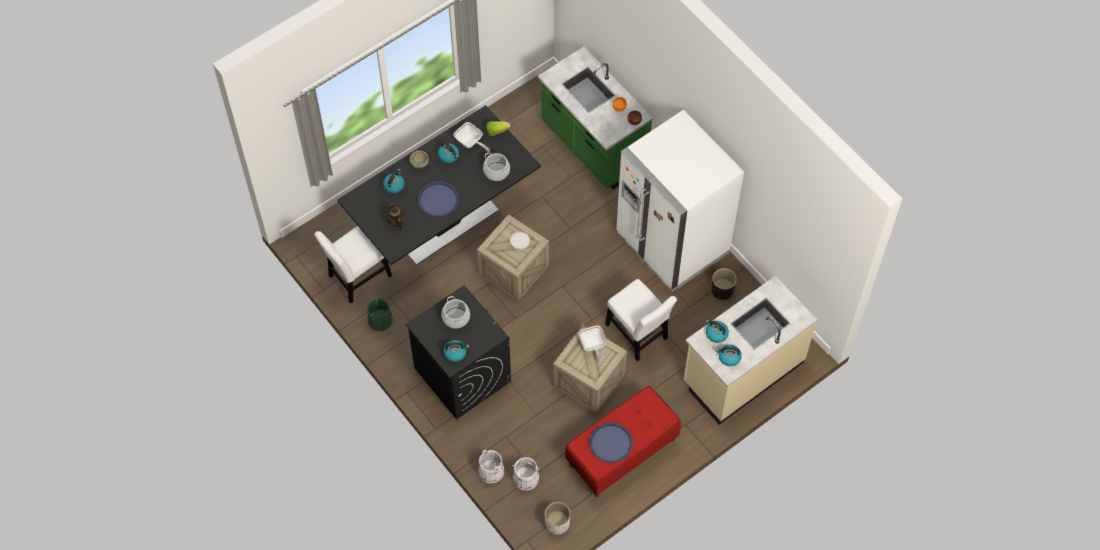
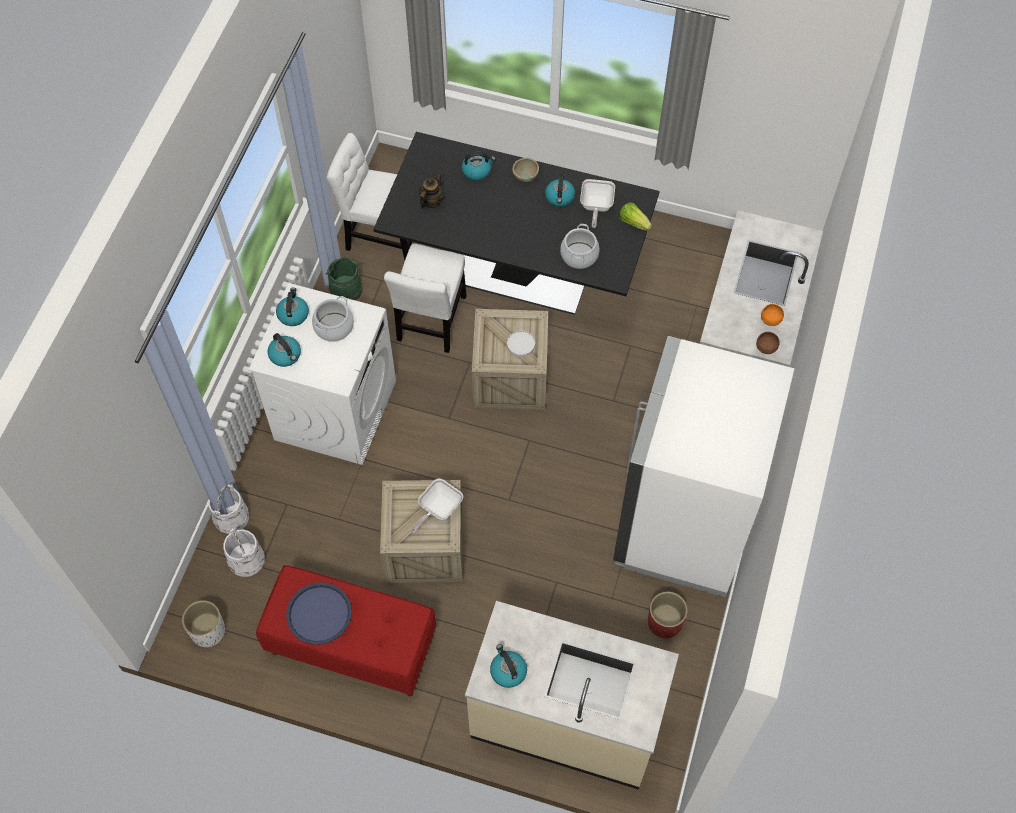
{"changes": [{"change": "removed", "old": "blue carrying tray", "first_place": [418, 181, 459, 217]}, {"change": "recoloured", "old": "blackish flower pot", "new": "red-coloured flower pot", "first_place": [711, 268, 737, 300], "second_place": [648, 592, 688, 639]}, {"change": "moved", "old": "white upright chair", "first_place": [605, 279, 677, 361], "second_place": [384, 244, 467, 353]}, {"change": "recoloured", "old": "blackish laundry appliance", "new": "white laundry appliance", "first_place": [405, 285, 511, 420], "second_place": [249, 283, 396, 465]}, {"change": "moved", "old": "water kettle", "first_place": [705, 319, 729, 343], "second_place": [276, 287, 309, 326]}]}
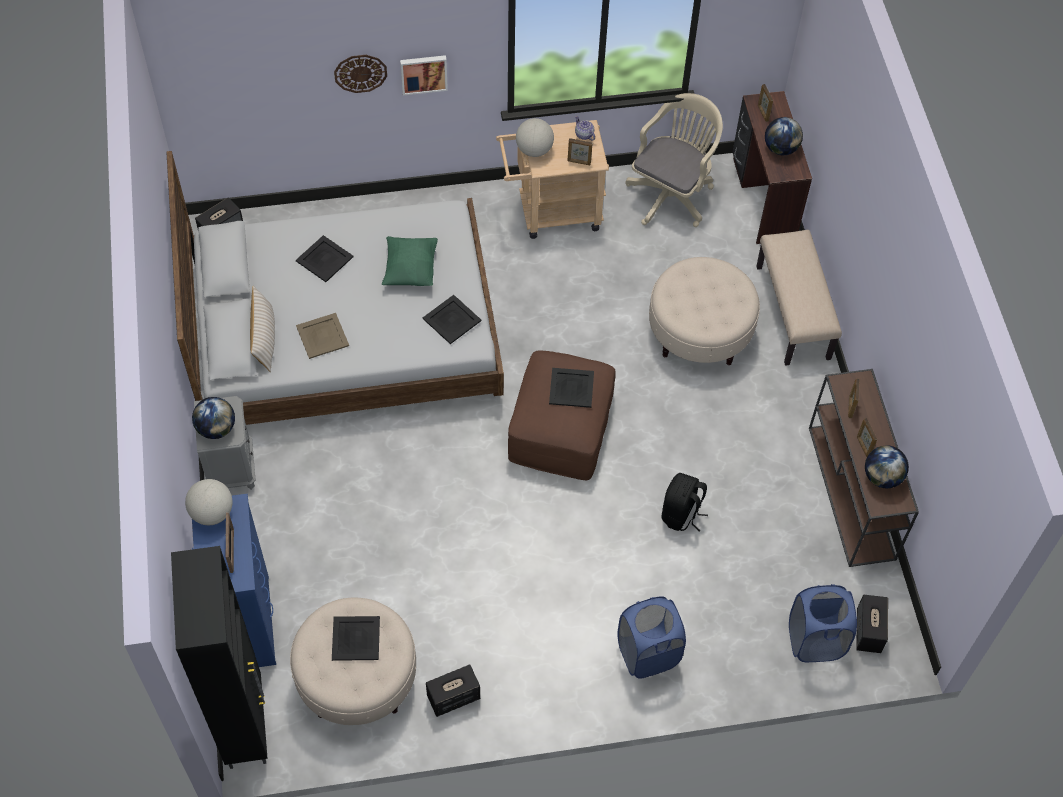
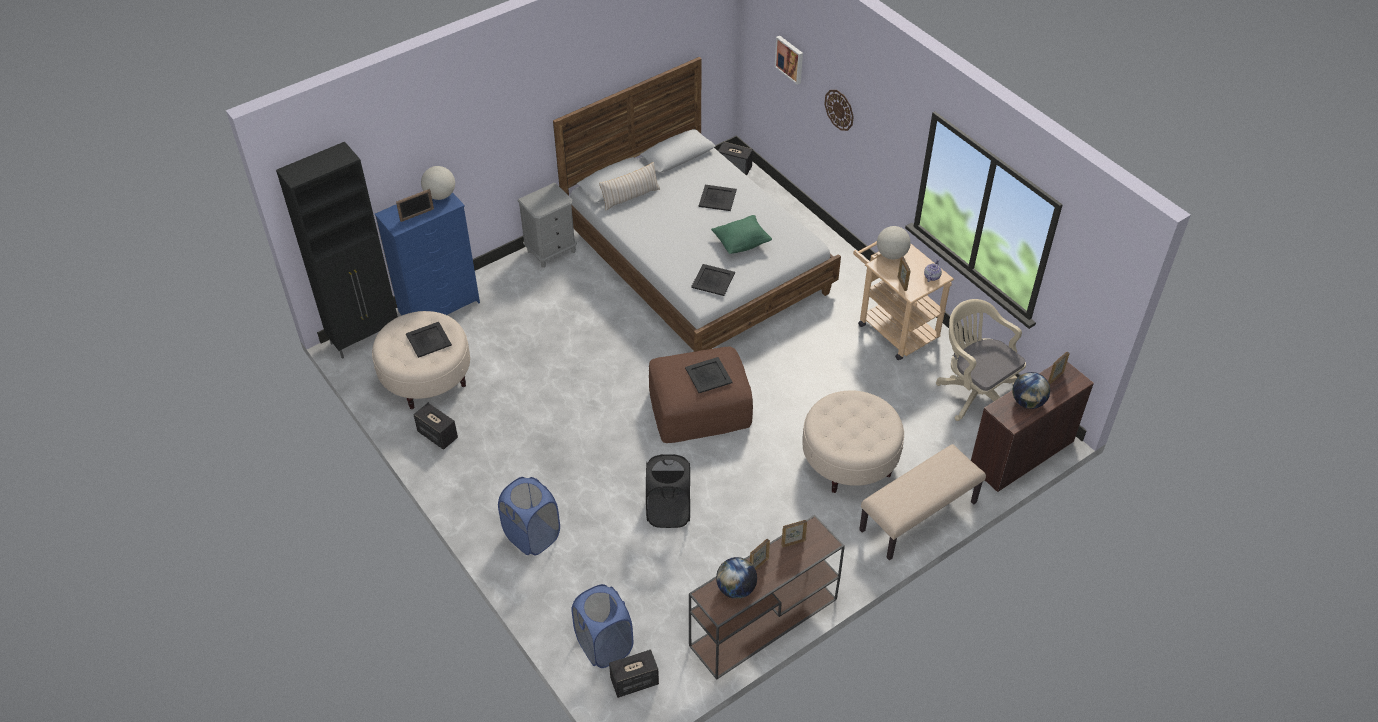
{"changes": [{"change": "moved", "old": "picture", "first_place": [400, 55, 448, 95], "second_place": [775, 36, 803, 85]}, {"change": "turned", "old": "beige-coloured office chair", "first_place": [625, 93, 723, 227], "second_place": [936, 299, 1026, 421], "degrees": -135}, {"change": "removed", "old": "beige-coloured carrying tray", "first_place": [296, 313, 349, 359]}, {"change": "removed", "old": "globe", "first_place": [192, 397, 235, 439]}, {"change": "replaced", "old": "blackish backpack", "new": "blackish laundry basket", "first_place": [662, 473, 708, 532], "second_place": [646, 454, 690, 528]}]}
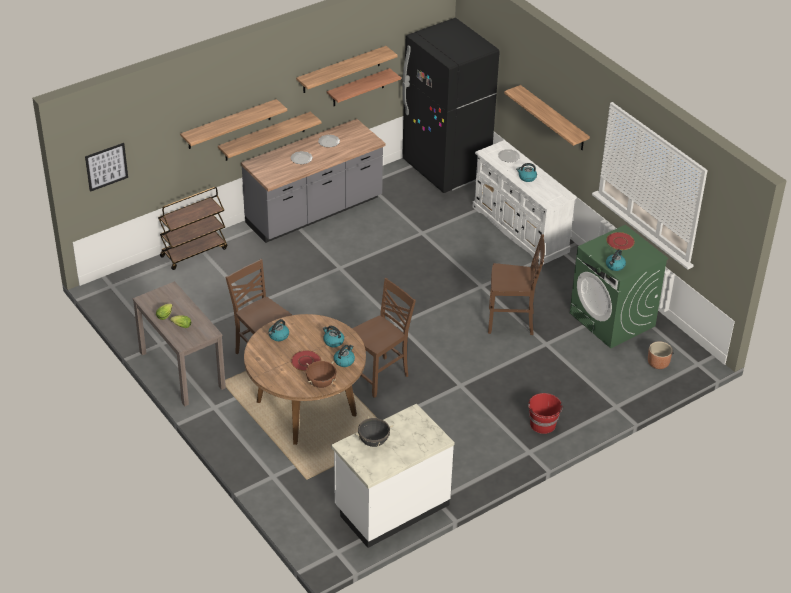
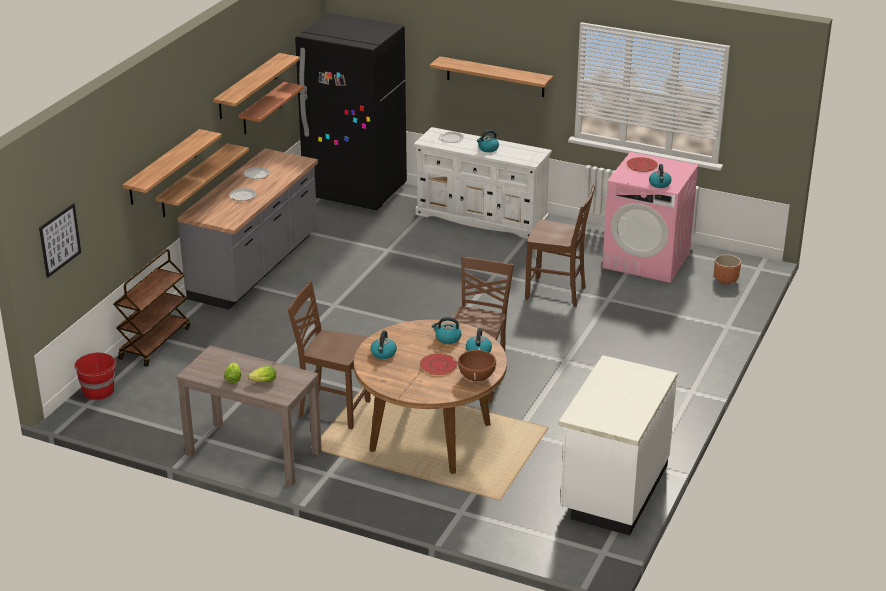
{"changes": [{"change": "recoloured", "old": "green-coloured laundry appliance", "new": "pinkish laundry appliance", "first_place": [570, 225, 669, 348], "second_place": [602, 152, 699, 283]}, {"change": "turned", "old": "brownish upright chair", "first_place": [488, 234, 545, 335], "second_place": [525, 185, 595, 307], "degrees": 45}, {"change": "moved", "old": "red-coloured pail", "first_place": [528, 393, 563, 434], "second_place": [75, 353, 116, 400]}, {"change": "removed", "old": "blackish saucepot", "first_place": [355, 416, 393, 447]}]}
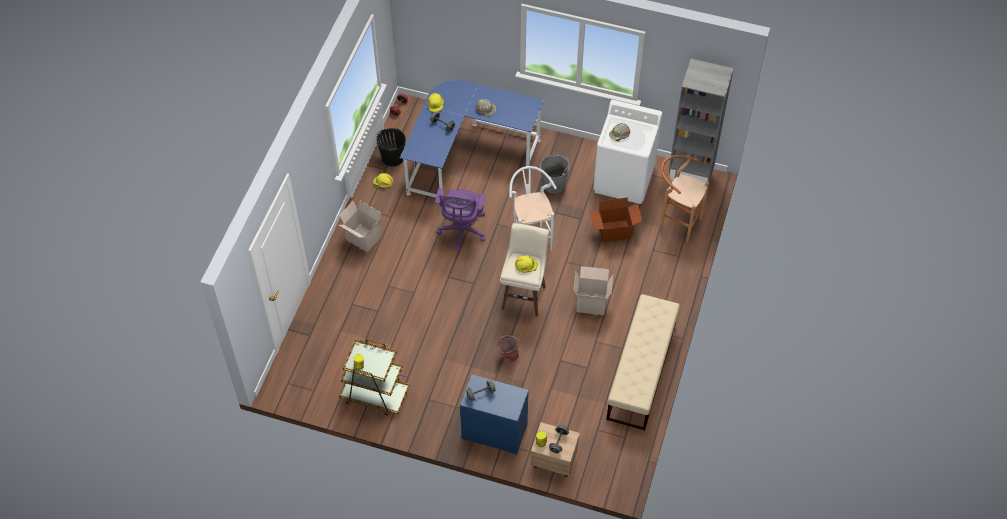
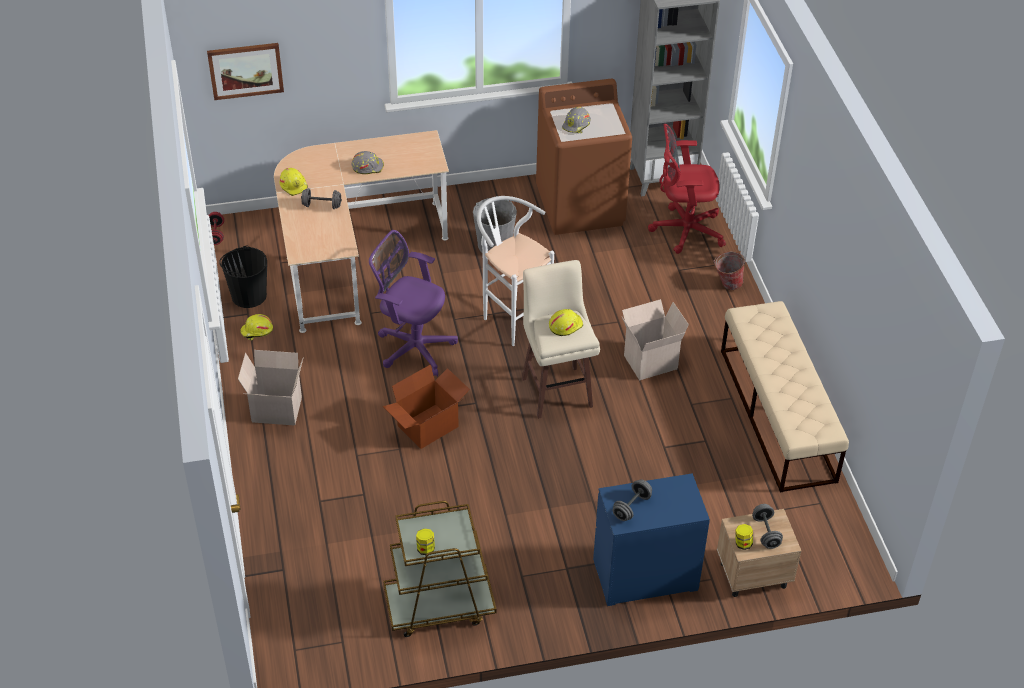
{"changes": [{"change": "recoloured", "old": "blue desk table", "new": "beige-coloured desk table", "first_place": [400, 80, 543, 198], "second_place": [274, 130, 449, 333]}, {"change": "recoloured", "old": "white laundry appliance", "new": "brownish laundry appliance", "first_place": [593, 100, 662, 204], "second_place": [536, 79, 632, 235]}, {"change": "replaced", "old": "brownish stool seat", "new": "red-coloured office chair", "first_place": [660, 155, 709, 243], "second_place": [648, 124, 726, 254]}, {"change": "turned", "old": "purple office chair", "first_place": [435, 188, 485, 251], "second_place": [369, 230, 458, 377], "degrees": 135}, {"change": "moved", "old": "cardboard box", "first_place": [590, 197, 643, 243], "second_place": [383, 364, 470, 449]}, {"change": "moved", "old": "pail", "first_place": [497, 335, 519, 362], "second_place": [713, 251, 746, 290]}, {"change": "added", "new": "picture", "second_place": [207, 43, 284, 100]}]}
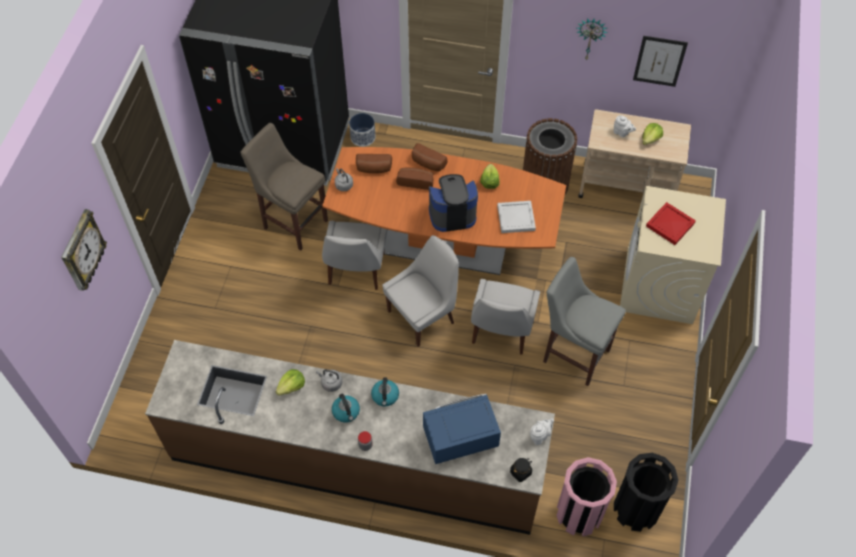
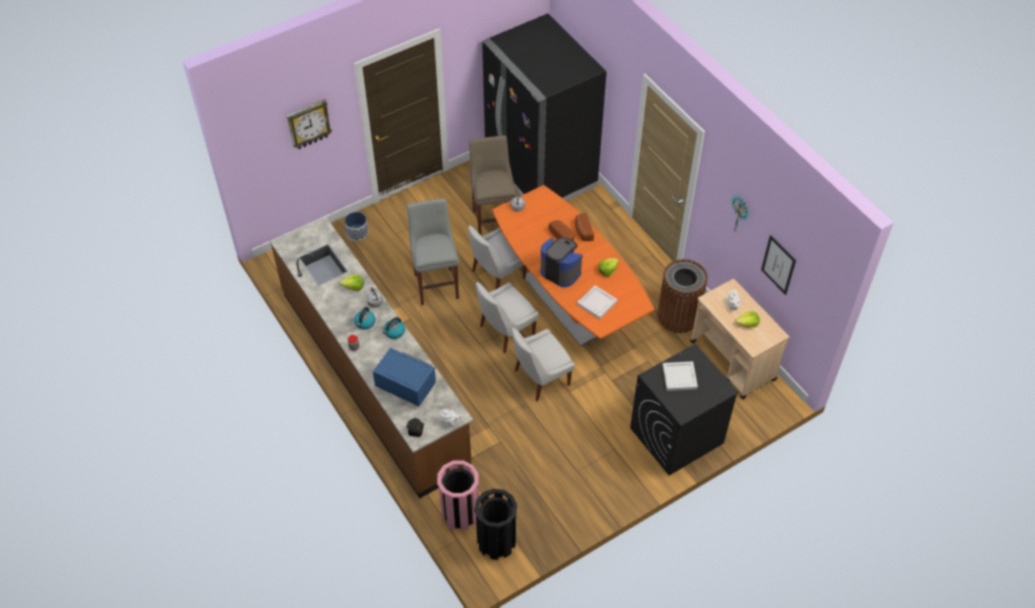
{"changes": [{"change": "moved", "old": "flower pot", "first_place": [349, 113, 376, 147], "second_place": [345, 212, 368, 241]}, {"change": "removed", "old": "baked bread", "first_place": [356, 154, 392, 173]}, {"change": "recoloured", "old": "beige-coloured laundry appliance", "new": "blackish laundry appliance", "first_place": [620, 186, 726, 324], "second_place": [630, 344, 739, 476]}, {"change": "recoloured", "old": "red-coloured carrying tray", "new": "white carrying tray", "first_place": [646, 202, 696, 245], "second_place": [662, 361, 698, 391]}, {"change": "turned", "old": "white upright chair", "first_place": [383, 235, 459, 347], "second_place": [476, 282, 539, 353], "degrees": 135}, {"change": "moved", "old": "gray stool seat", "first_place": [543, 257, 626, 386], "second_place": [407, 198, 459, 305]}]}
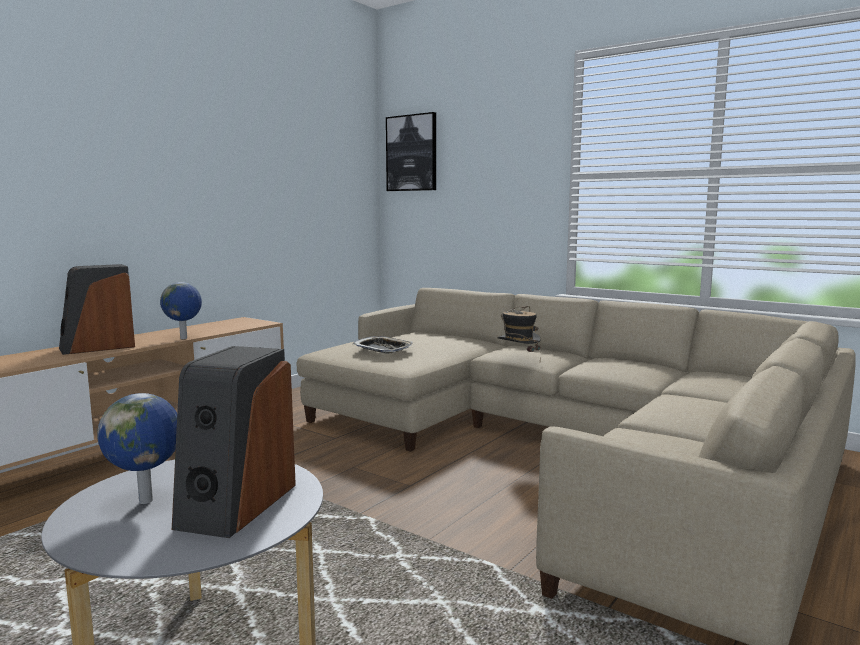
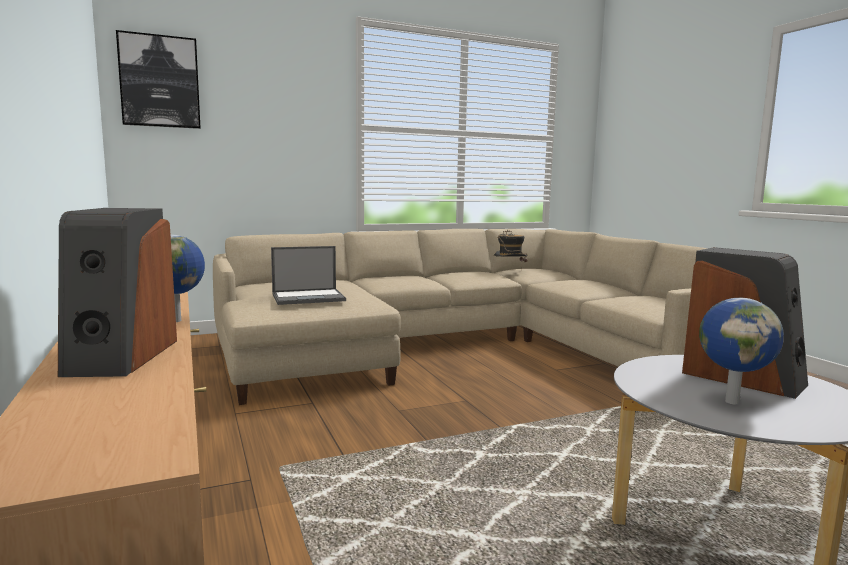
{"changes": [{"change": "moved", "old": "hat", "first_place": [498, 306, 541, 360], "second_place": [494, 230, 528, 270]}, {"change": "replaced", "old": "carrying tray", "new": "laptop", "first_place": [352, 336, 413, 353], "second_place": [271, 246, 346, 305]}]}
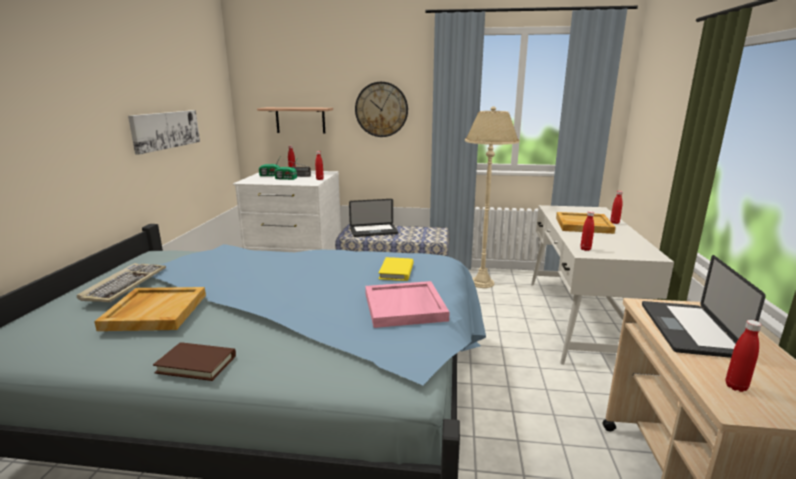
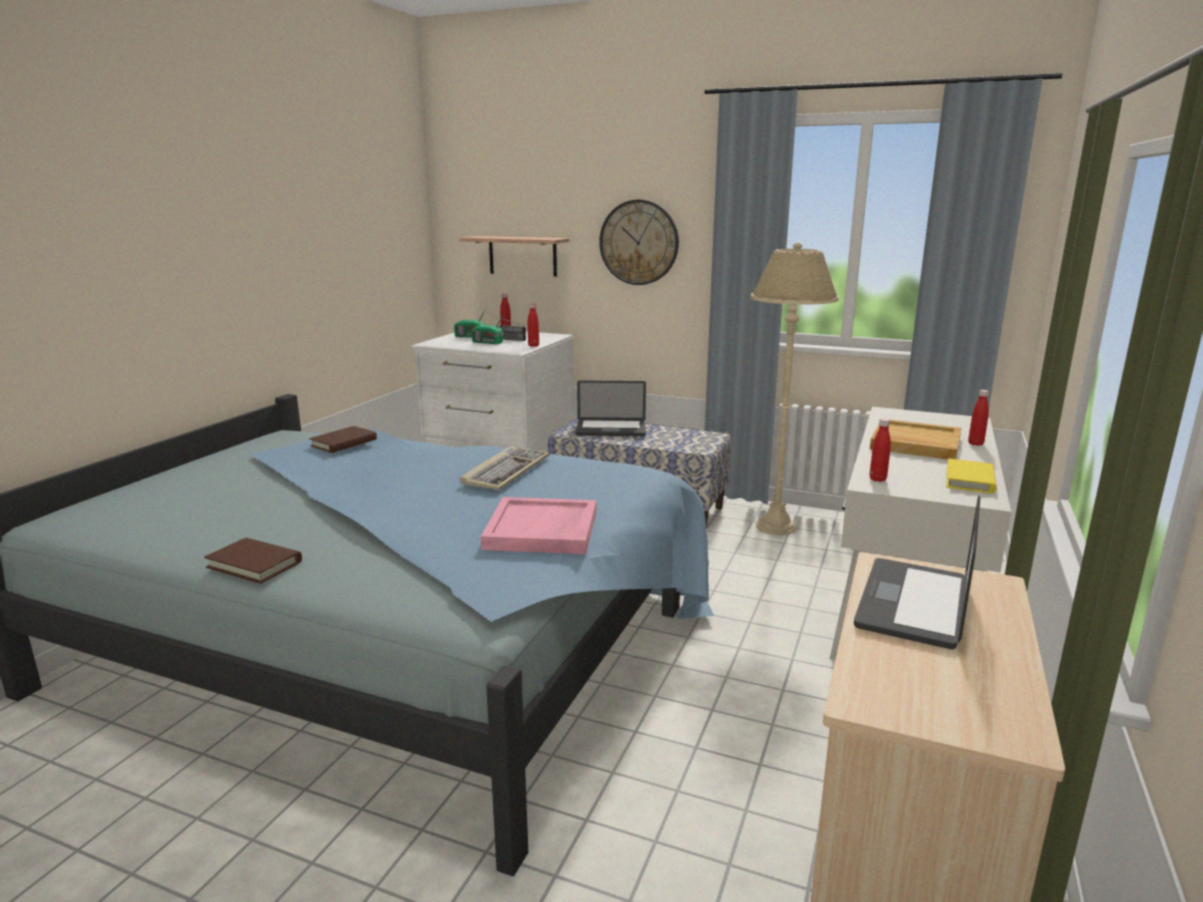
{"changes": [{"change": "removed", "old": "picture", "first_place": [128, 110, 200, 155]}, {"change": "moved", "old": "yellow-coloured book", "first_place": [378, 257, 414, 281], "second_place": [946, 458, 996, 493]}, {"change": "moved", "old": "computer keyboard", "first_place": [77, 263, 166, 302], "second_place": [460, 446, 550, 490]}, {"change": "removed", "old": "beige-coloured carrying tray", "first_place": [94, 287, 206, 331]}, {"change": "removed", "old": "red-coloured bottle", "first_place": [726, 320, 762, 392]}, {"change": "added", "new": "brownish book", "second_place": [309, 426, 377, 453]}]}
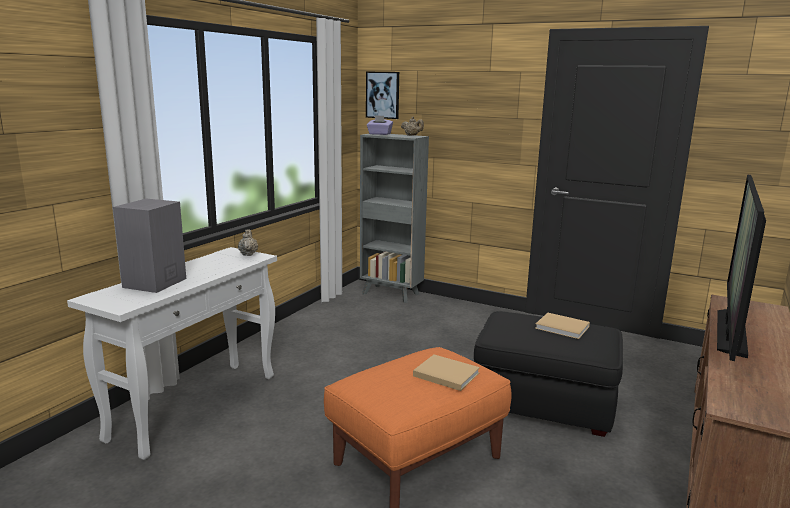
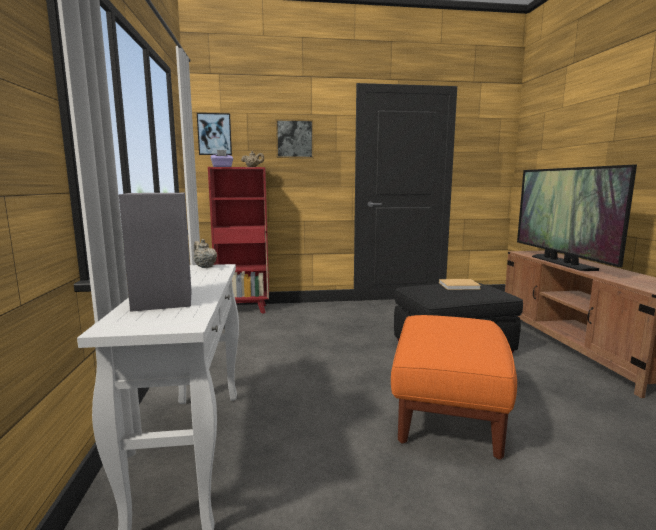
{"changes": [{"change": "recoloured", "old": "gray bookcase", "new": "red-coloured bookcase", "first_place": [360, 134, 429, 303], "second_place": [208, 167, 269, 314]}, {"change": "removed", "old": "beige-coloured book", "first_place": [413, 354, 480, 391]}, {"change": "added", "new": "picture", "second_place": [276, 119, 314, 158]}]}
